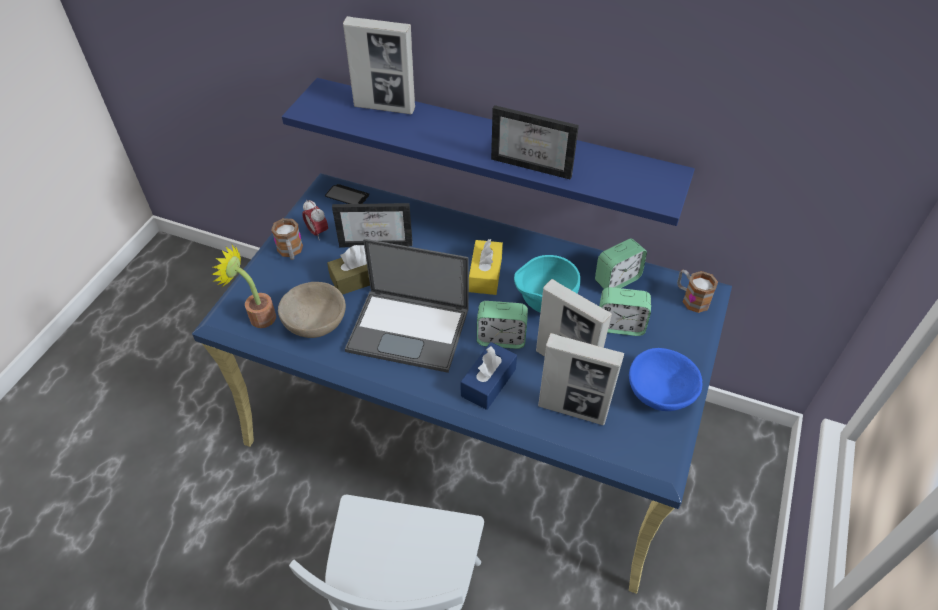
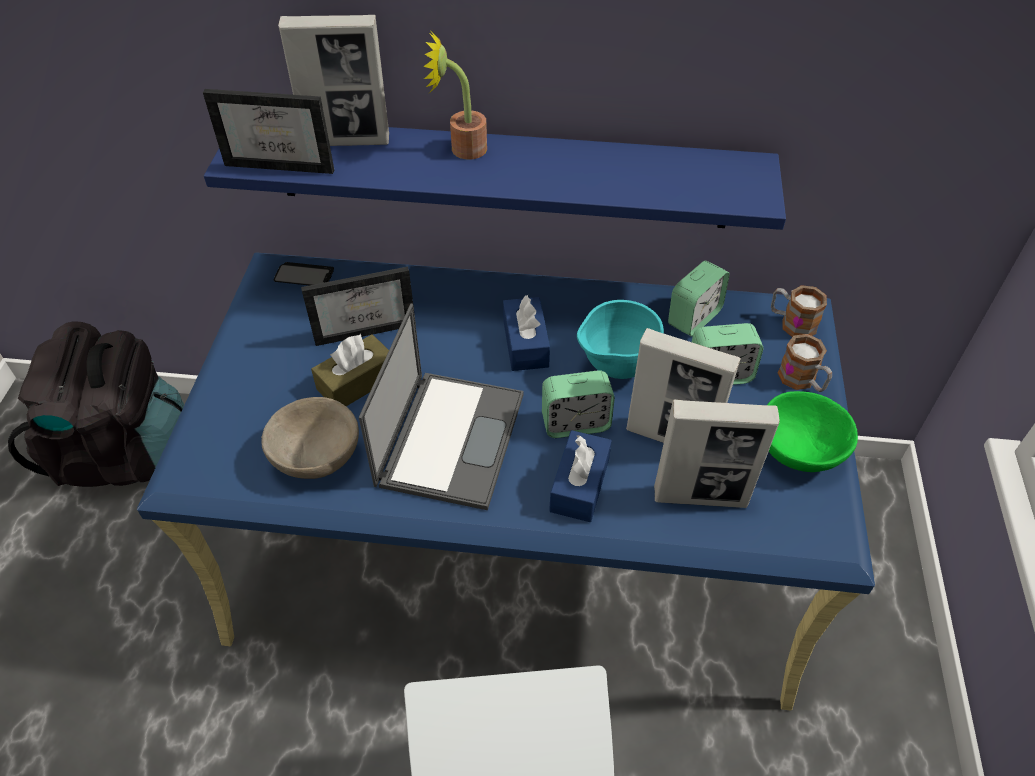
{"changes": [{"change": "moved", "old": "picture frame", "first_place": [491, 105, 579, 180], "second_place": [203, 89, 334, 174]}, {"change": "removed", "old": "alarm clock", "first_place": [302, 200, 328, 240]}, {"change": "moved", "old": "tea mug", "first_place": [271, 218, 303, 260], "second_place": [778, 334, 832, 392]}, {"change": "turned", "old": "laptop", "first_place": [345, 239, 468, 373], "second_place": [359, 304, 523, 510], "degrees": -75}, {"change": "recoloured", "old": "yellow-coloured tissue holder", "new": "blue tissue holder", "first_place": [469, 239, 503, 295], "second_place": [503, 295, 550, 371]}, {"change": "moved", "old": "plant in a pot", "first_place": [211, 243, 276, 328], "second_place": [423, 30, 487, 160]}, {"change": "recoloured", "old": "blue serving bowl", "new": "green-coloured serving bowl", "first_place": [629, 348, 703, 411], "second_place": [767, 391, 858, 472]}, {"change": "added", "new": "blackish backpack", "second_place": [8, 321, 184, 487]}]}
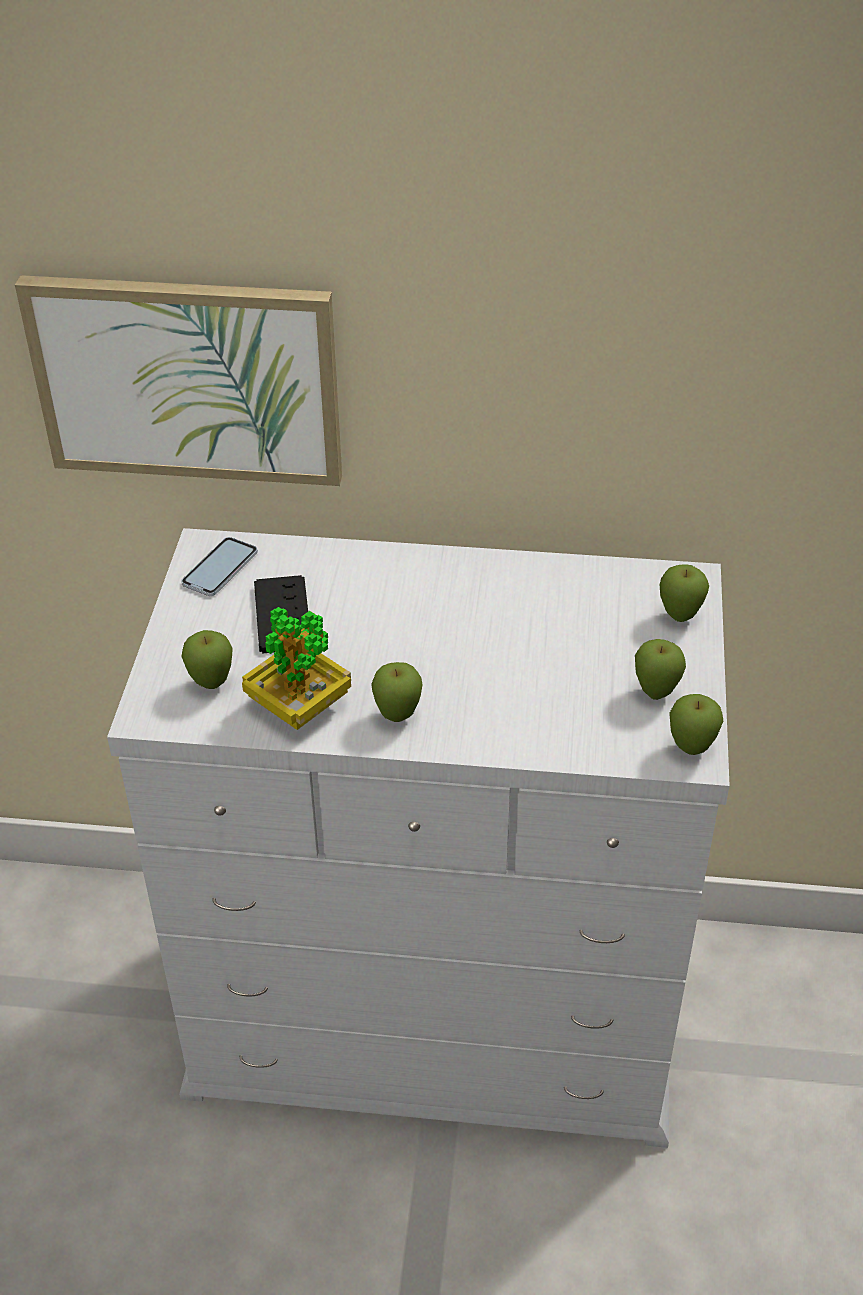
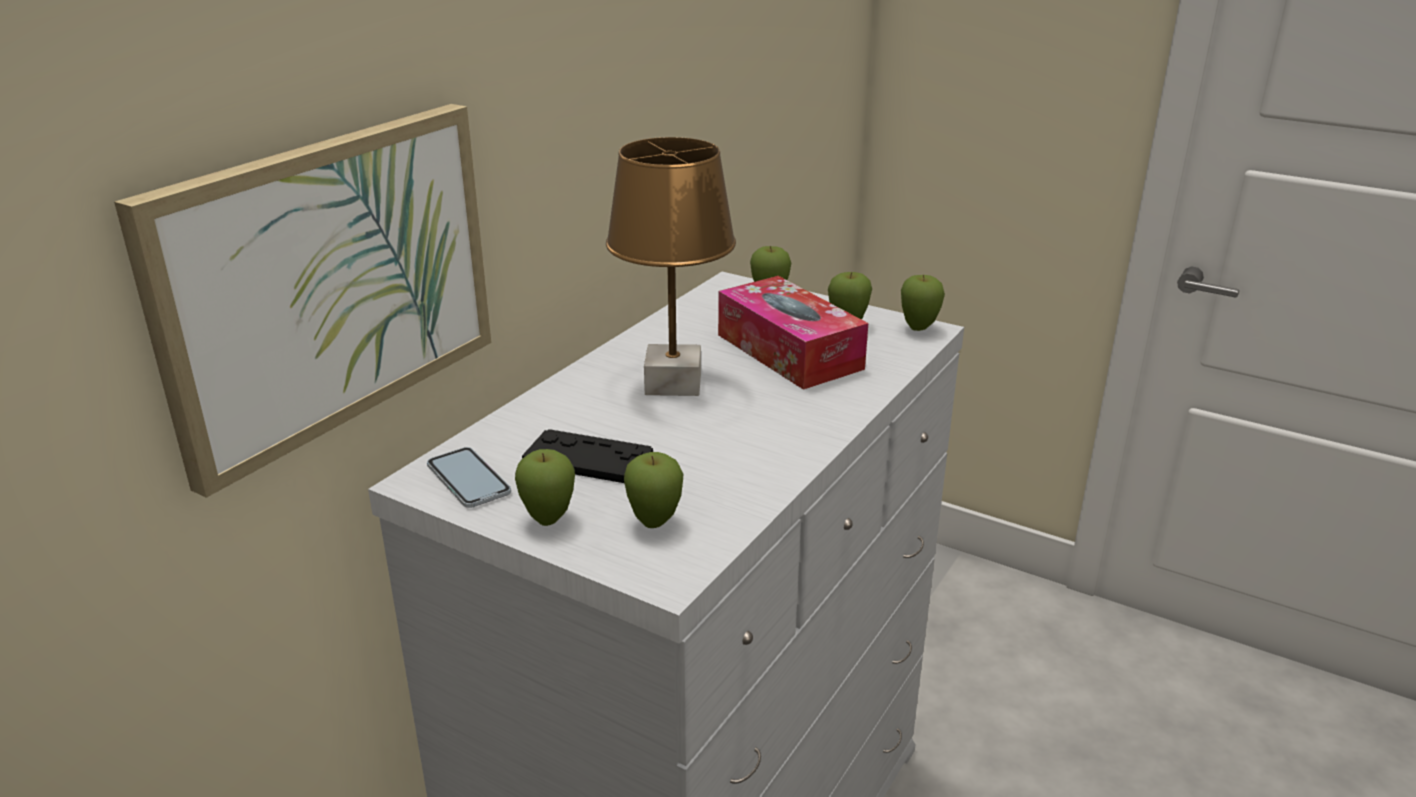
{"changes": [{"change": "removed", "old": "plant in a pot", "first_place": [242, 607, 351, 730]}, {"change": "moved", "old": "apple fruit", "first_place": [371, 662, 423, 722], "second_place": [515, 449, 575, 526]}, {"change": "added", "new": "brownish table lamp", "second_place": [606, 137, 736, 396]}, {"change": "added", "new": "tissue holder", "second_place": [718, 276, 868, 390]}]}
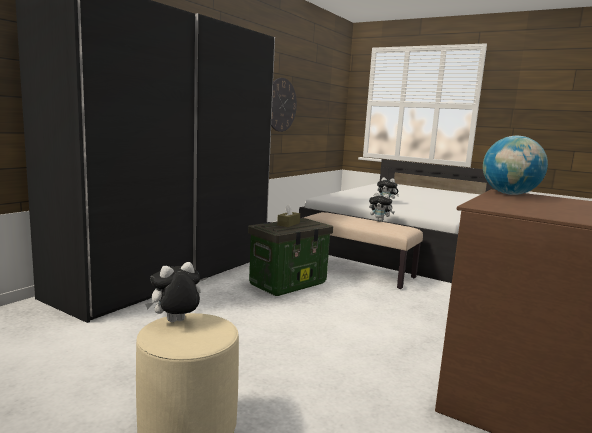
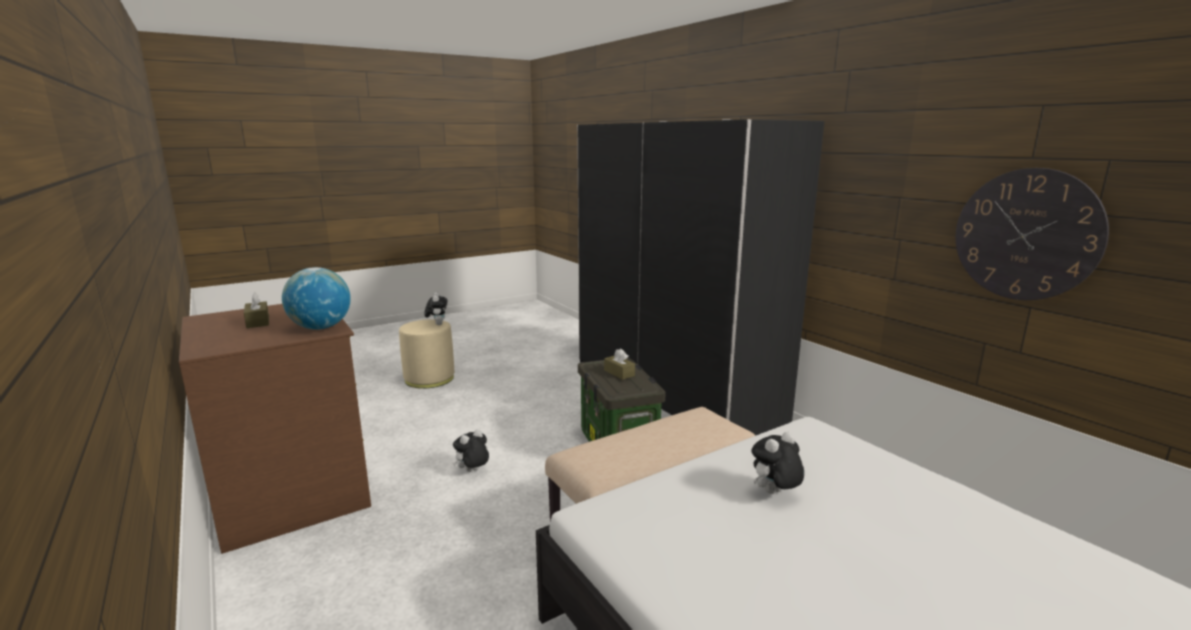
{"changes": [{"change": "moved", "old": "cuddly toy", "first_place": [369, 193, 394, 222], "second_place": [453, 429, 489, 472]}, {"change": "added", "new": "brownish tissue holder", "second_place": [244, 292, 269, 328]}]}
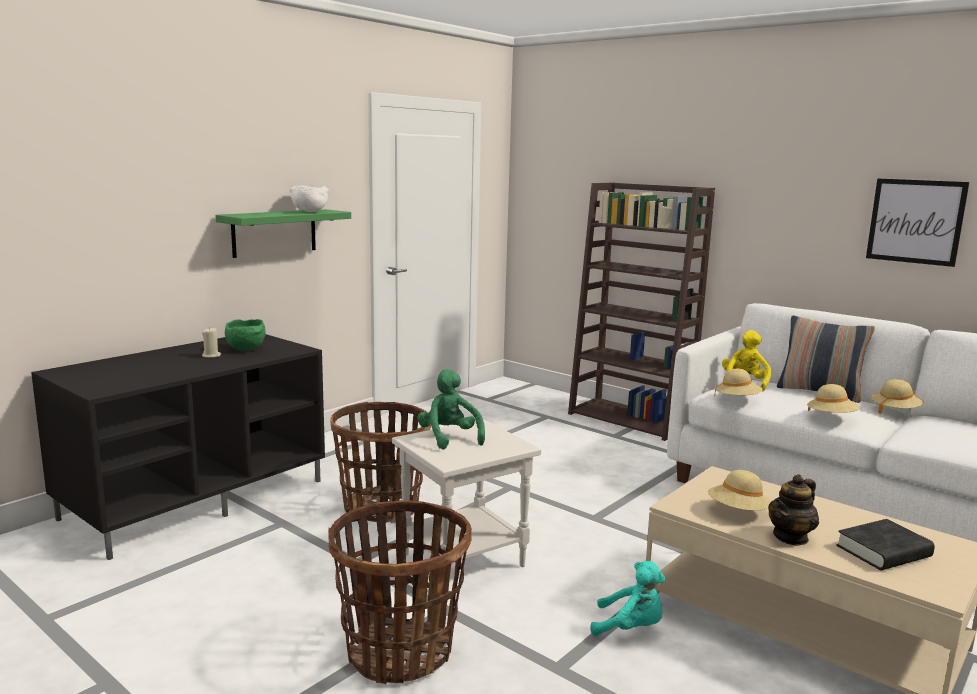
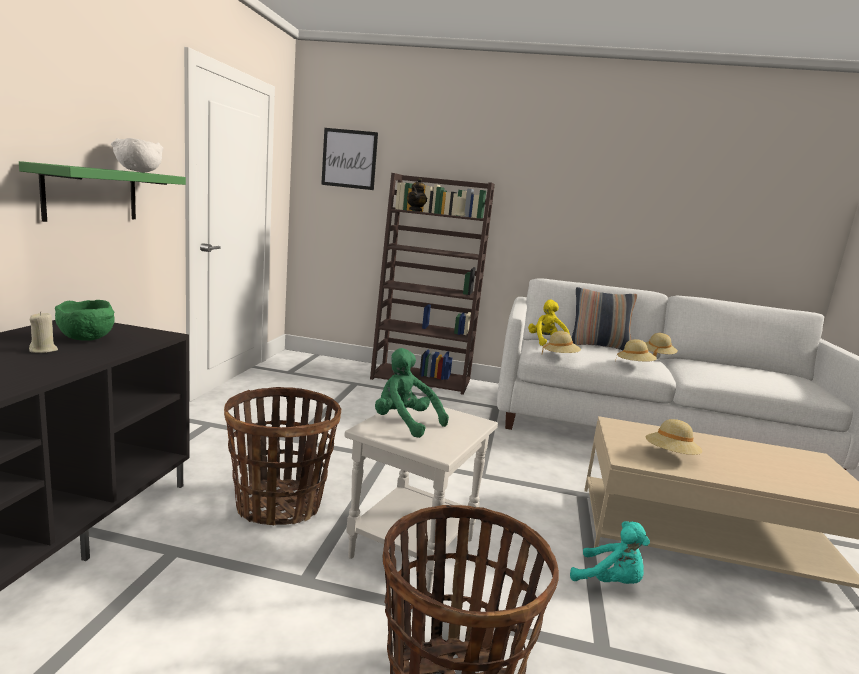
{"changes": [{"change": "moved", "old": "picture", "first_place": [866, 178, 969, 267], "second_place": [321, 128, 378, 190]}, {"change": "moved", "old": "teapot", "first_place": [768, 474, 819, 546], "second_place": [407, 178, 427, 212]}, {"change": "removed", "old": "blackish book", "first_place": [836, 519, 935, 570]}, {"change": "turned", "old": "turquoise-coloured cuddly toy", "first_place": [591, 561, 665, 636], "second_place": [570, 521, 650, 584], "degrees": 45}]}
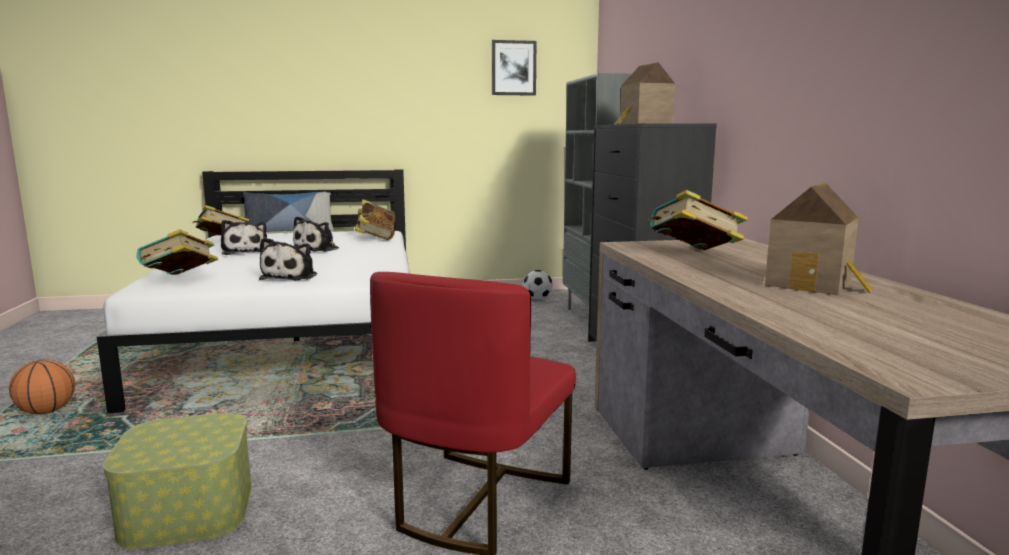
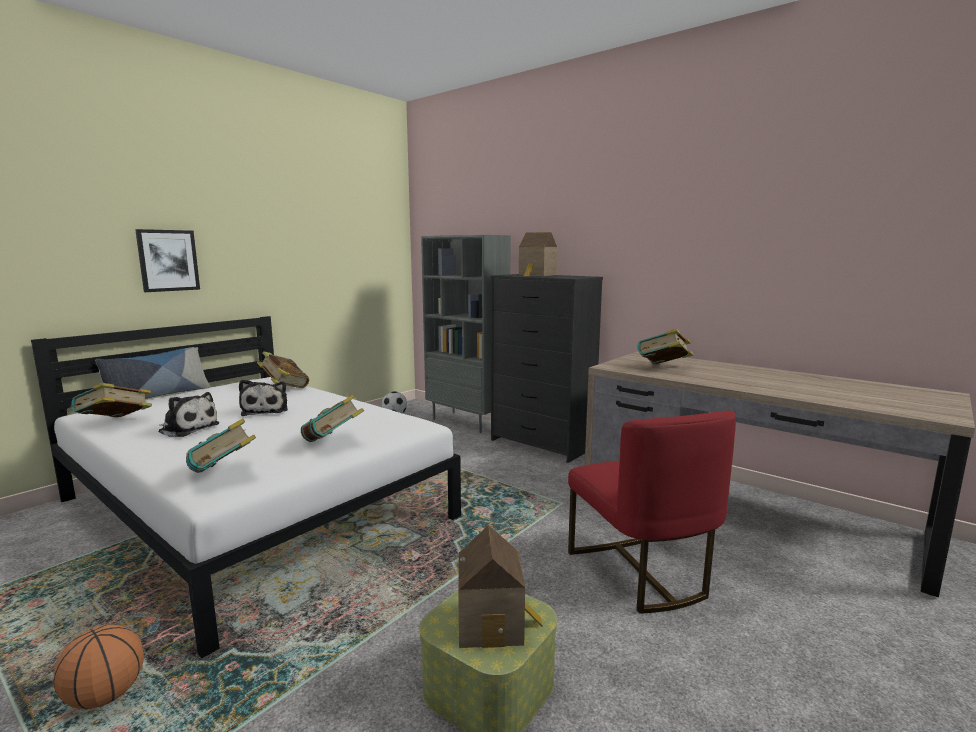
{"changes": [{"change": "moved", "old": "picture", "first_place": [492, 40, 536, 96], "second_place": [135, 229, 200, 292]}, {"change": "moved", "old": "miniature house", "first_place": [765, 183, 873, 295], "second_place": [458, 525, 543, 648]}, {"change": "replaced", "old": "cuddly toy", "new": "book", "first_place": [259, 238, 317, 280], "second_place": [301, 394, 364, 442]}]}
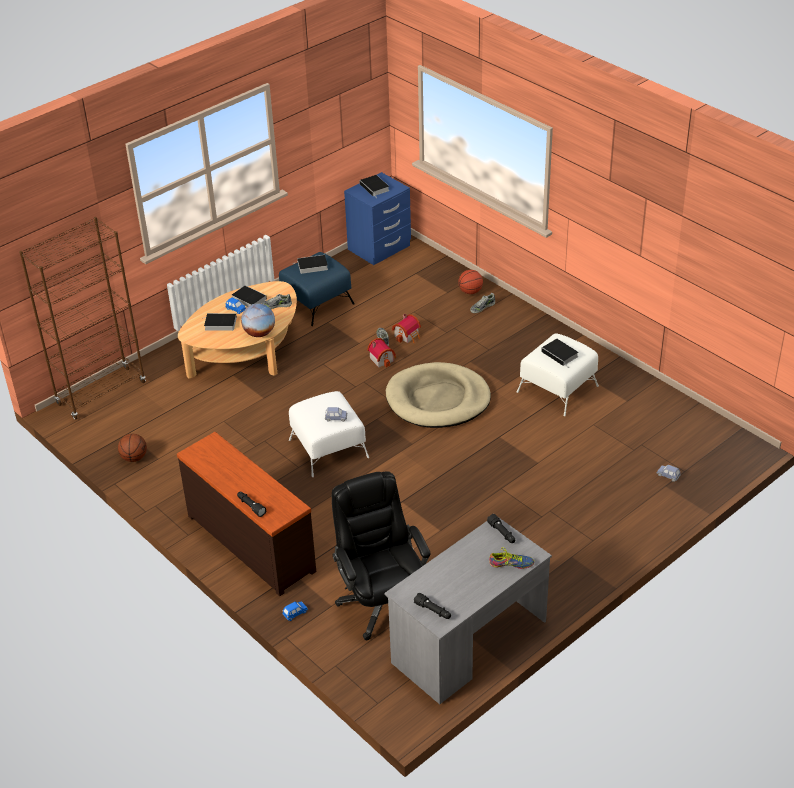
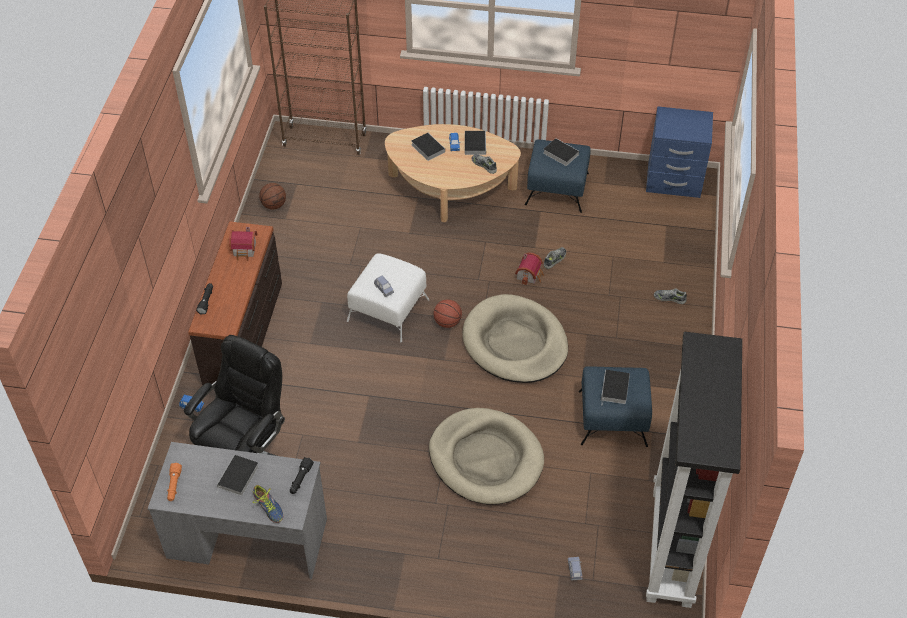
{"changes": [{"change": "moved", "old": "book", "first_place": [360, 175, 389, 196], "second_place": [216, 455, 259, 496]}, {"change": "moved", "old": "ball for basketball", "first_place": [458, 270, 483, 294], "second_place": [433, 299, 462, 328]}, {"change": "removed", "old": "globe", "first_place": [241, 303, 275, 337]}, {"change": "moved", "old": "miniature house", "first_place": [392, 314, 421, 343], "second_place": [229, 227, 257, 261]}, {"change": "recoloured", "old": "white ottoman", "new": "blue ottoman", "first_place": [517, 334, 599, 416], "second_place": [579, 366, 652, 447]}, {"change": "recoloured", "old": "blackish hand torch", "new": "orange-coloured hand torch", "first_place": [414, 593, 451, 619], "second_place": [167, 463, 182, 501]}, {"change": "added", "new": "blackish bookcase", "second_place": [646, 332, 743, 608]}, {"change": "added", "new": "beige-coloured pet bed", "second_place": [429, 408, 544, 505]}]}
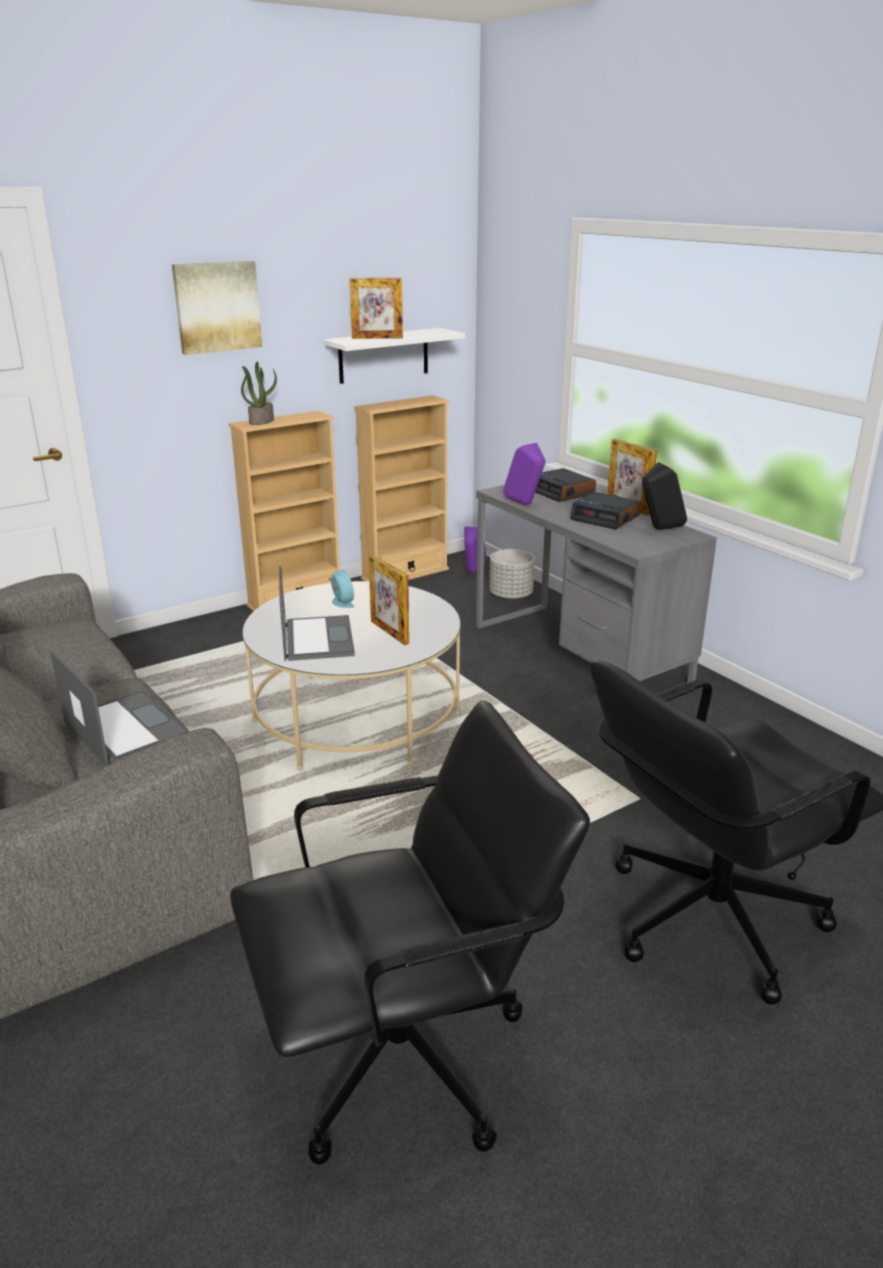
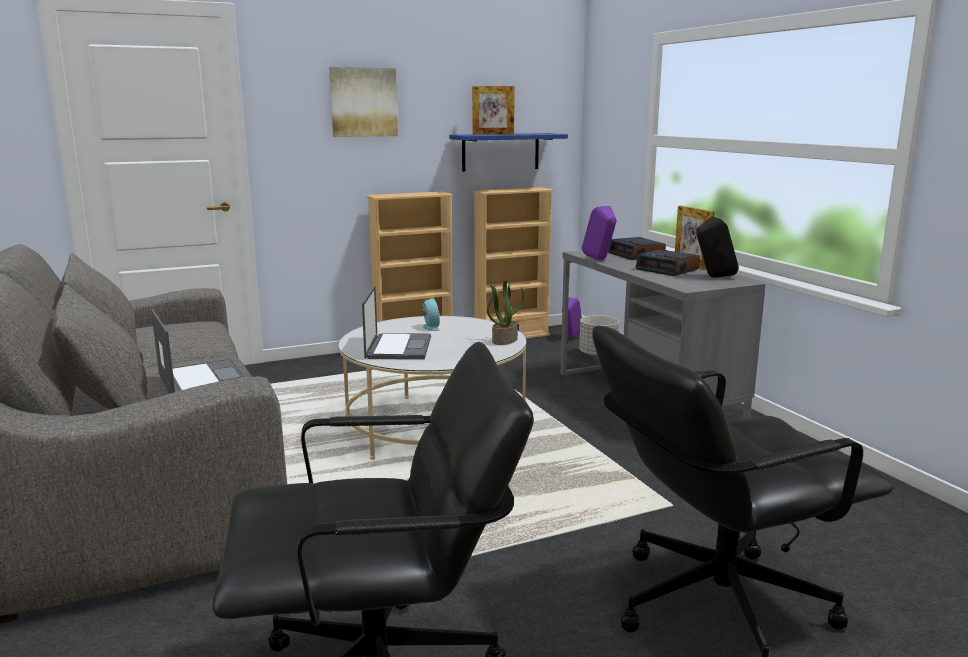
{"changes": [{"change": "recoloured", "old": "white shelf", "new": "blue shelf", "first_place": [323, 328, 465, 384], "second_place": [449, 133, 568, 172]}, {"change": "moved", "old": "plant in a pot", "first_place": [241, 362, 277, 425], "second_place": [487, 280, 524, 345]}, {"change": "removed", "old": "picture frame", "first_place": [369, 555, 409, 645]}]}
